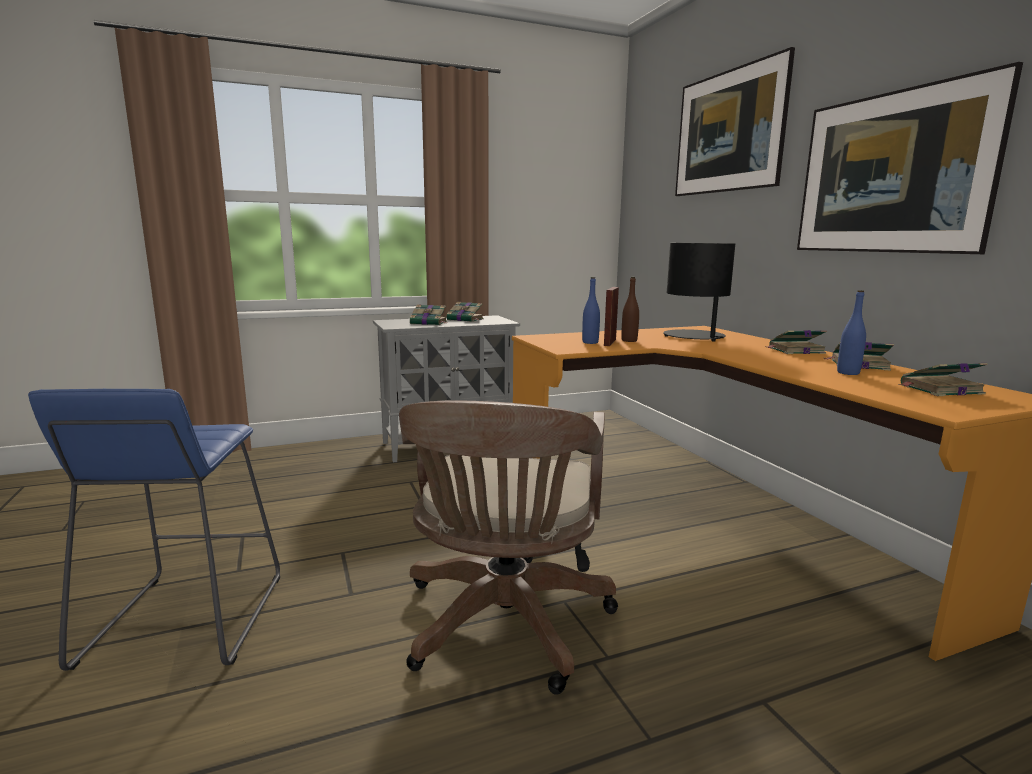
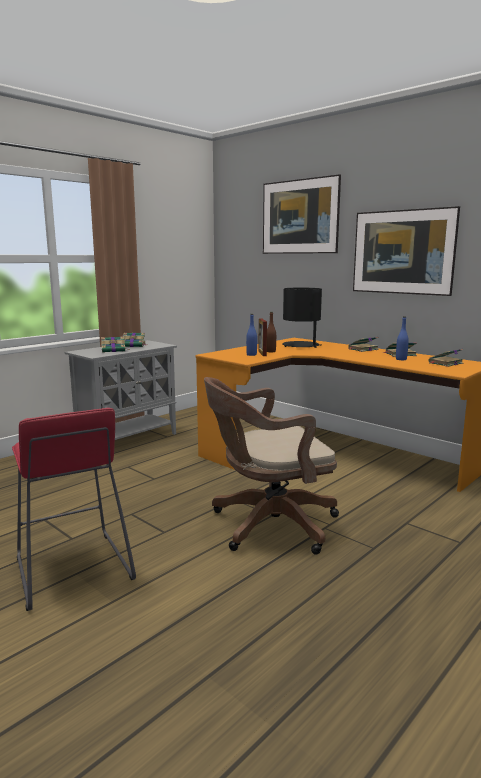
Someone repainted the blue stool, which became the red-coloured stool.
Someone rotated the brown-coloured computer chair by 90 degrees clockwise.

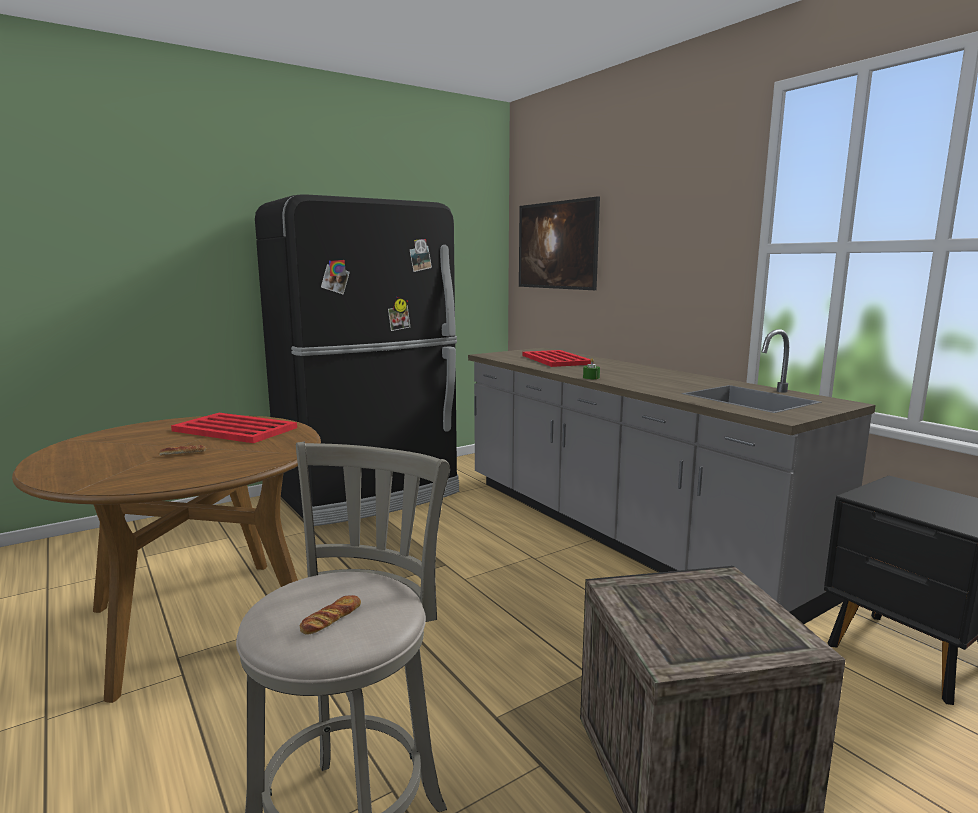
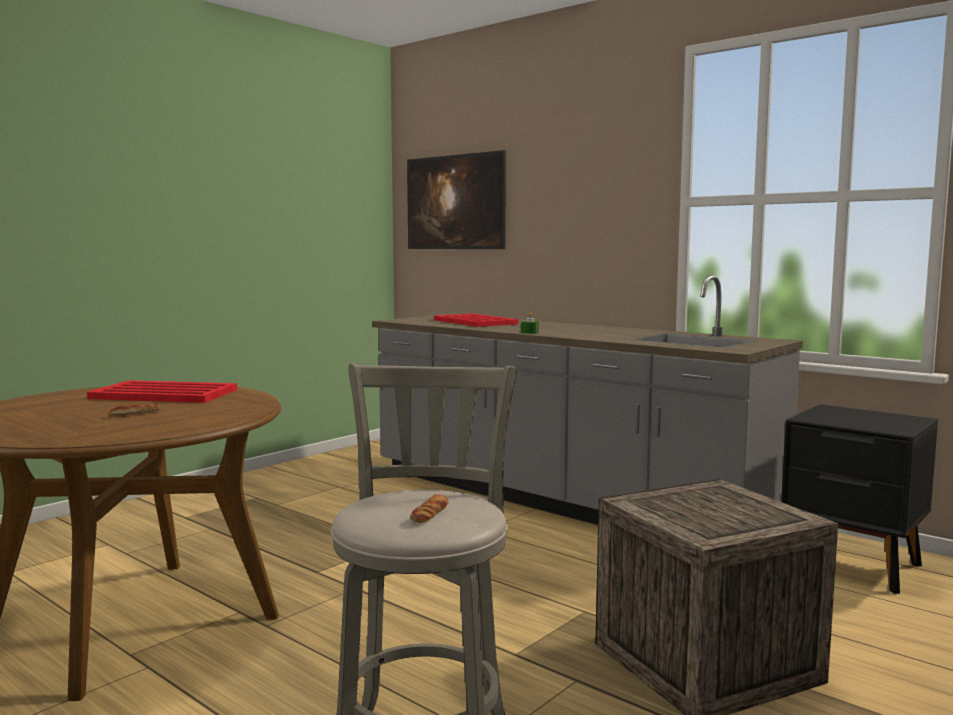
Someone took away the black refrigerator.

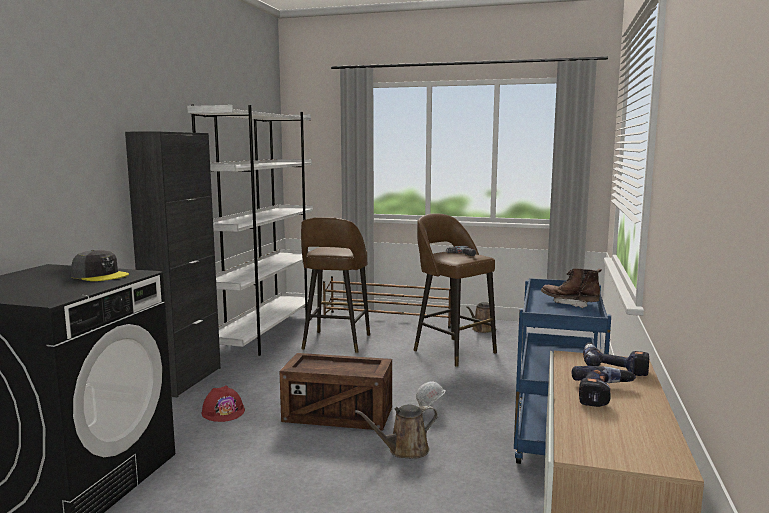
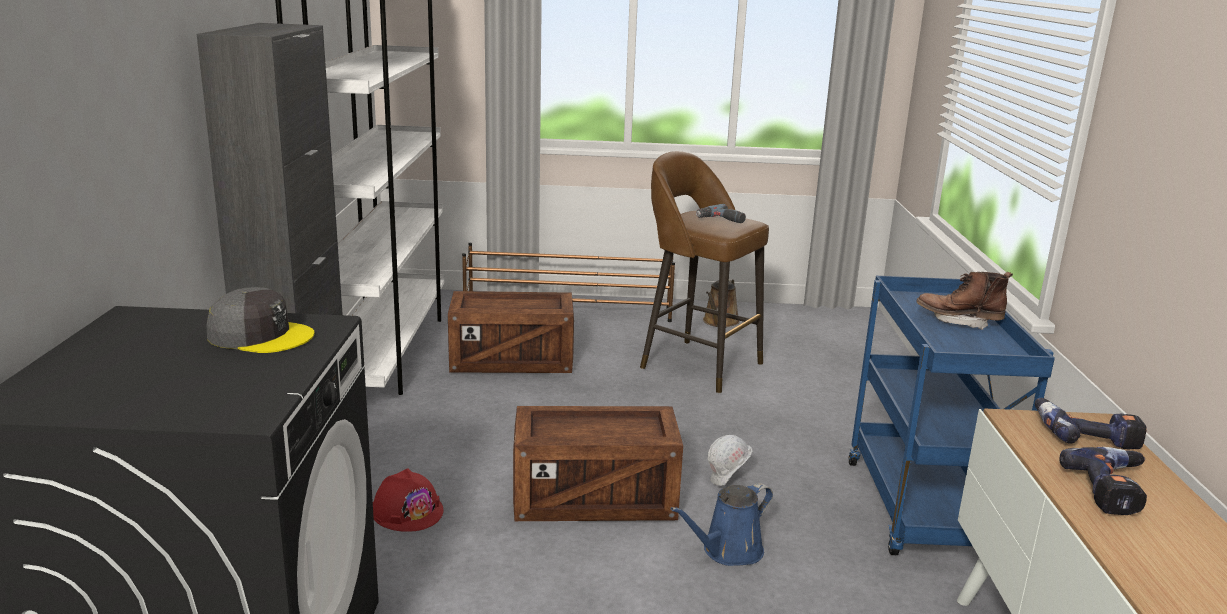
Someone swapped the brown-coloured stool (no. 1 from left) for the crate (no. 1 from left).
Someone repainted the brown-coloured sprinkling can (no. 1 from left), which became the blue sprinkling can.

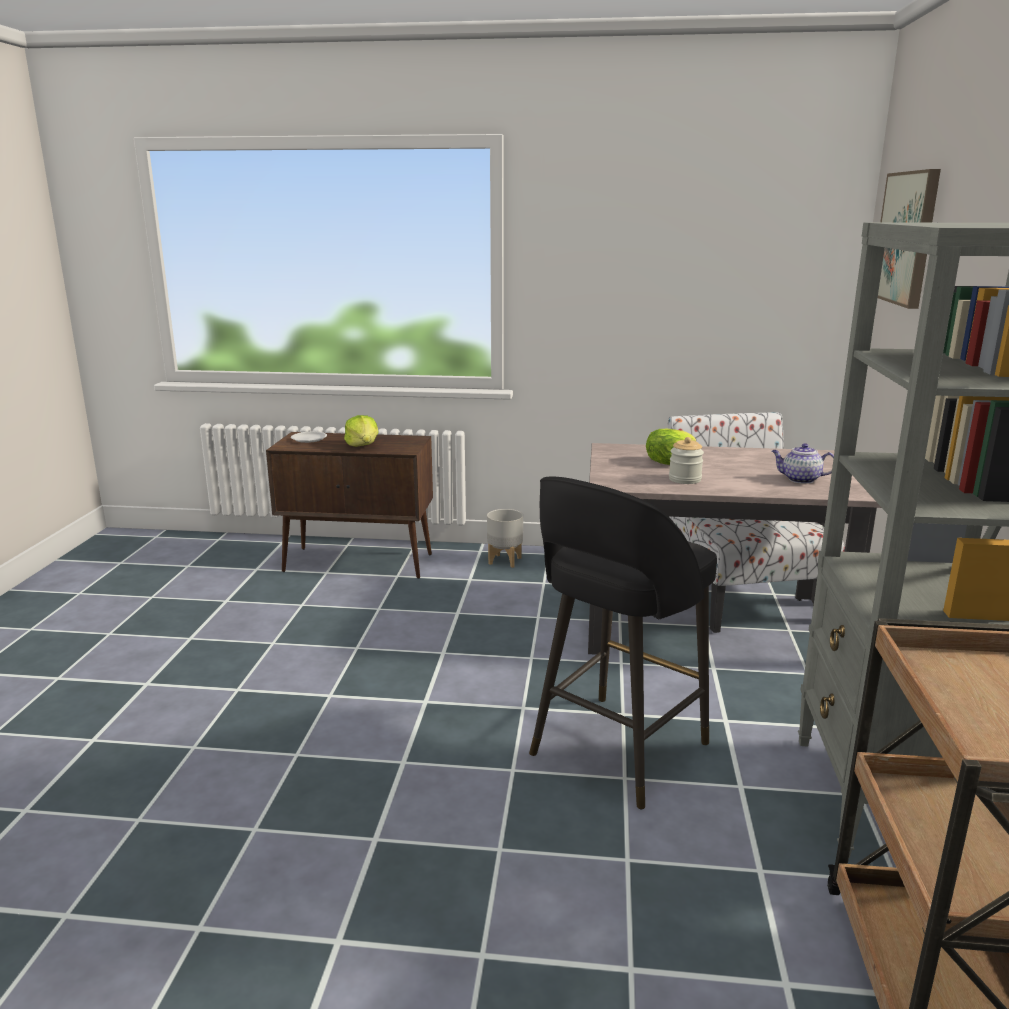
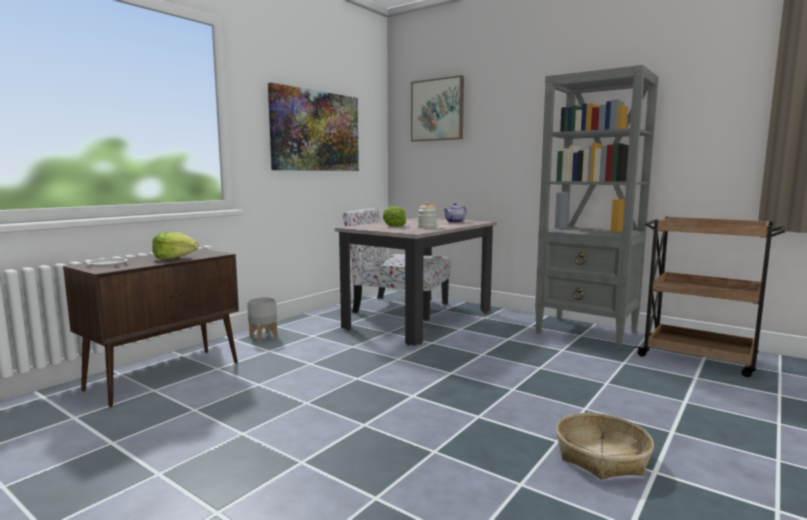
Someone took away the black stool.
Someone put up the picture (no. 1 from left).
Someone put down the basket.

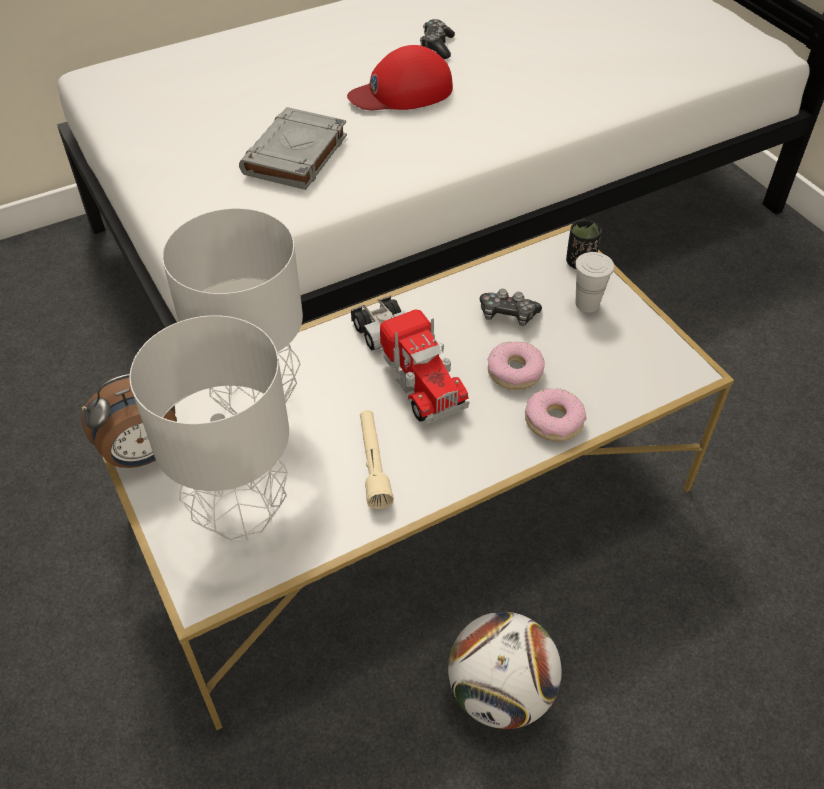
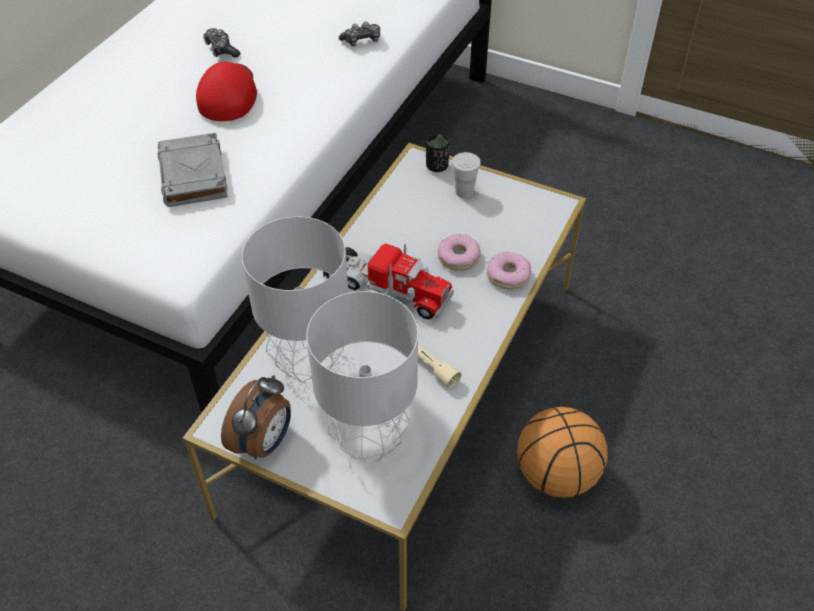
Someone rotated the red-coloured baseball cap by 150 degrees clockwise.
Someone swapped the football ball for the ball for basketball.
Someone carried the game controller (no. 2 from left).

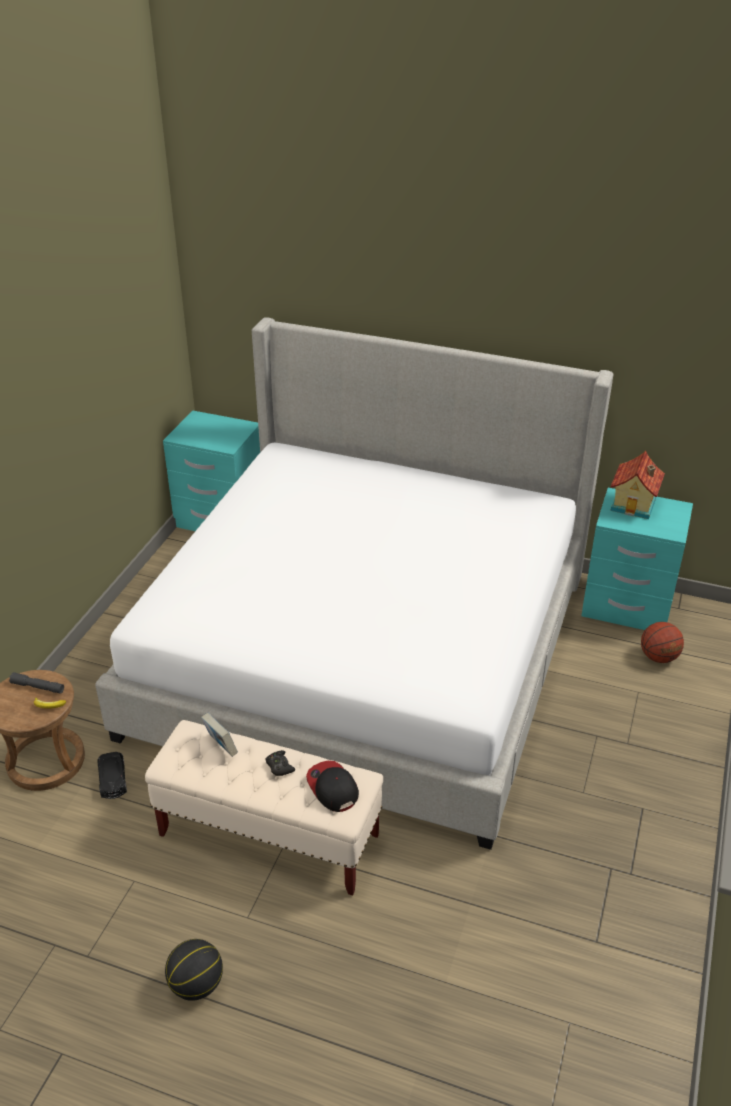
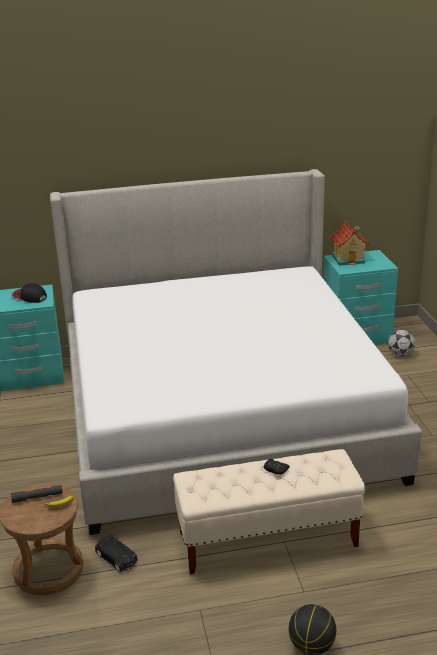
Someone took away the volume.
Someone carried the baseball cap.
Someone swapped the ball for basketball (no. 2 from left) for the football ball.

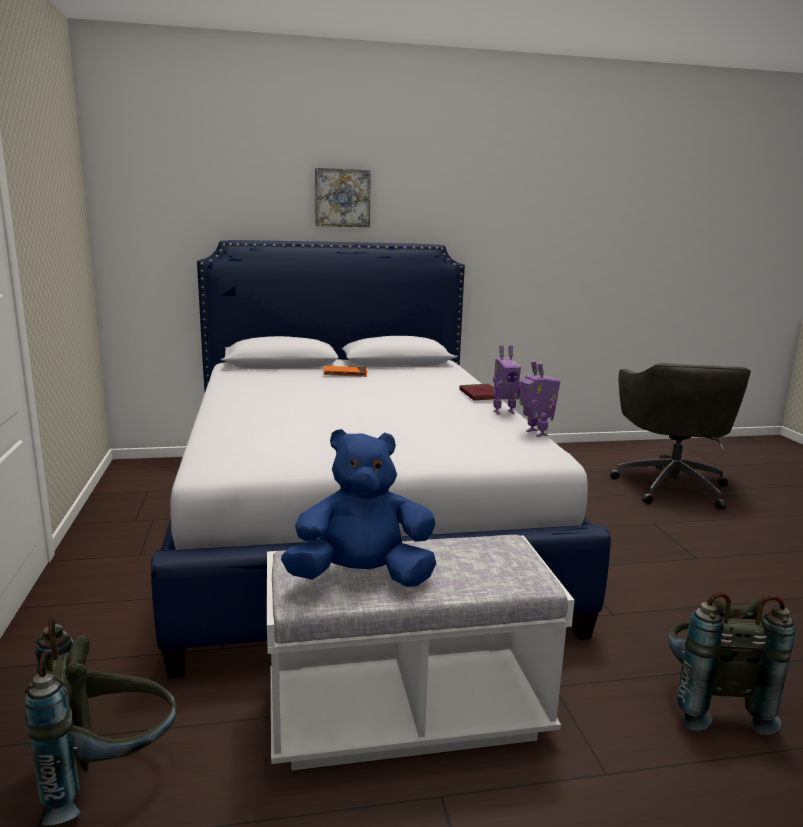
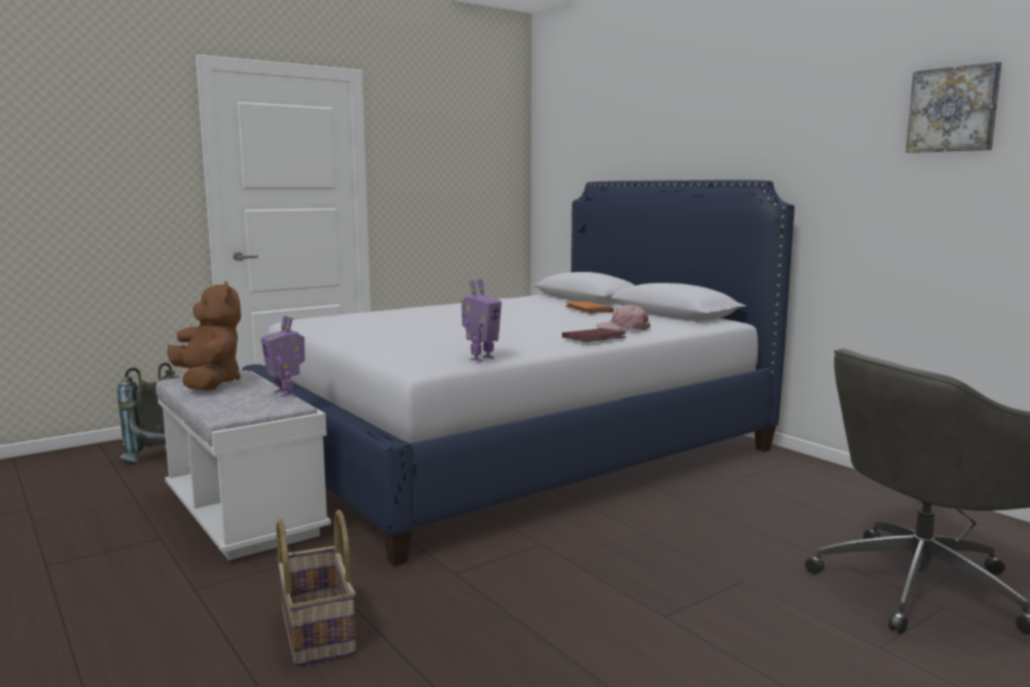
Someone repainted the blue plush toy, which became the brown-coloured plush toy.
Someone carried the picture.
Someone carried the model robot (no. 1 from left).
Someone swapped the grey knapsack (no. 2 from left) for the basket.
Someone put down the pink-coloured baseball cap.

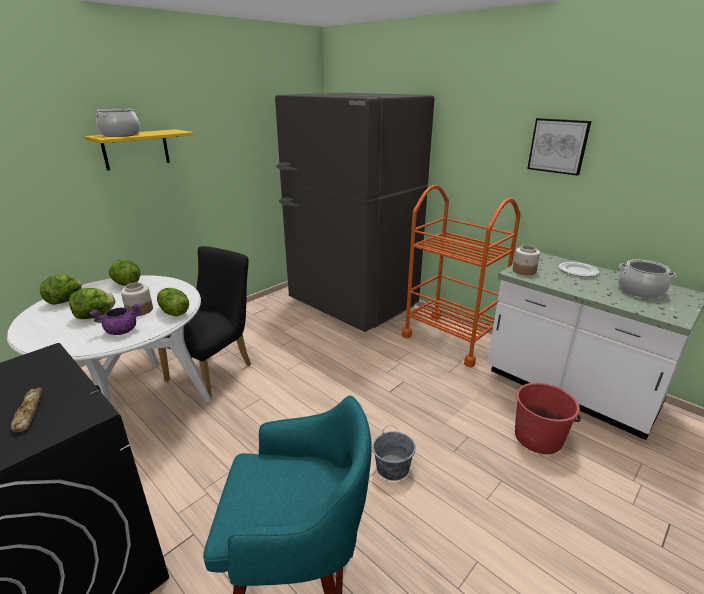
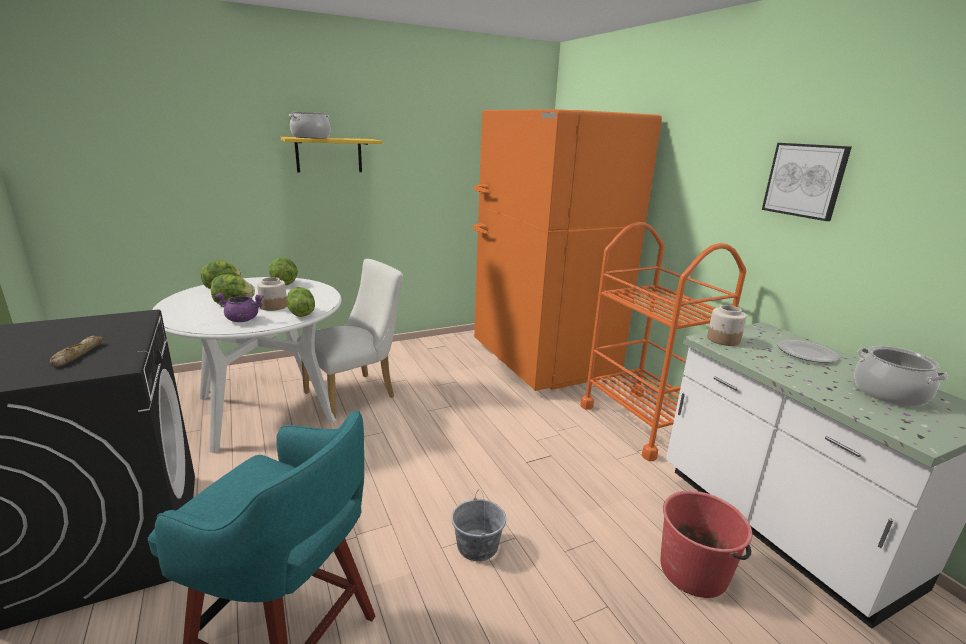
Someone repainted the black plain chair, which became the white plain chair.
Someone repainted the grey refrigerator, which became the orange-coloured refrigerator.

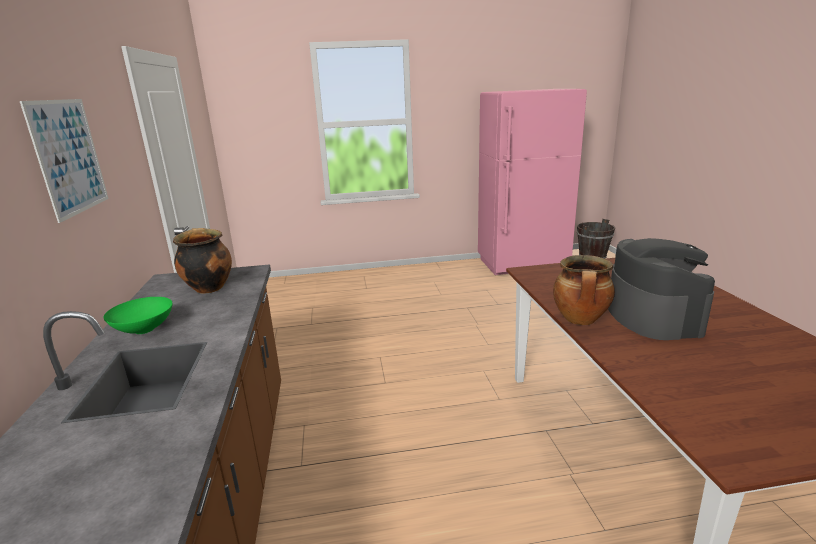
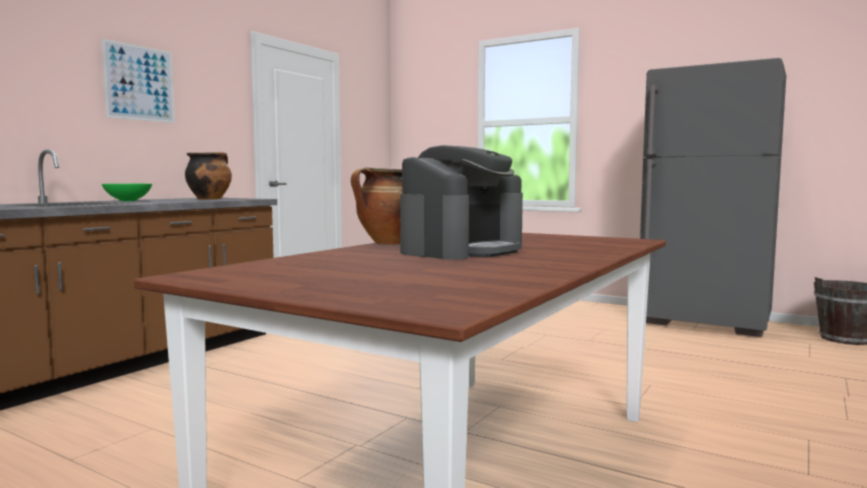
Someone repainted the pink-coloured refrigerator, which became the grey refrigerator.

